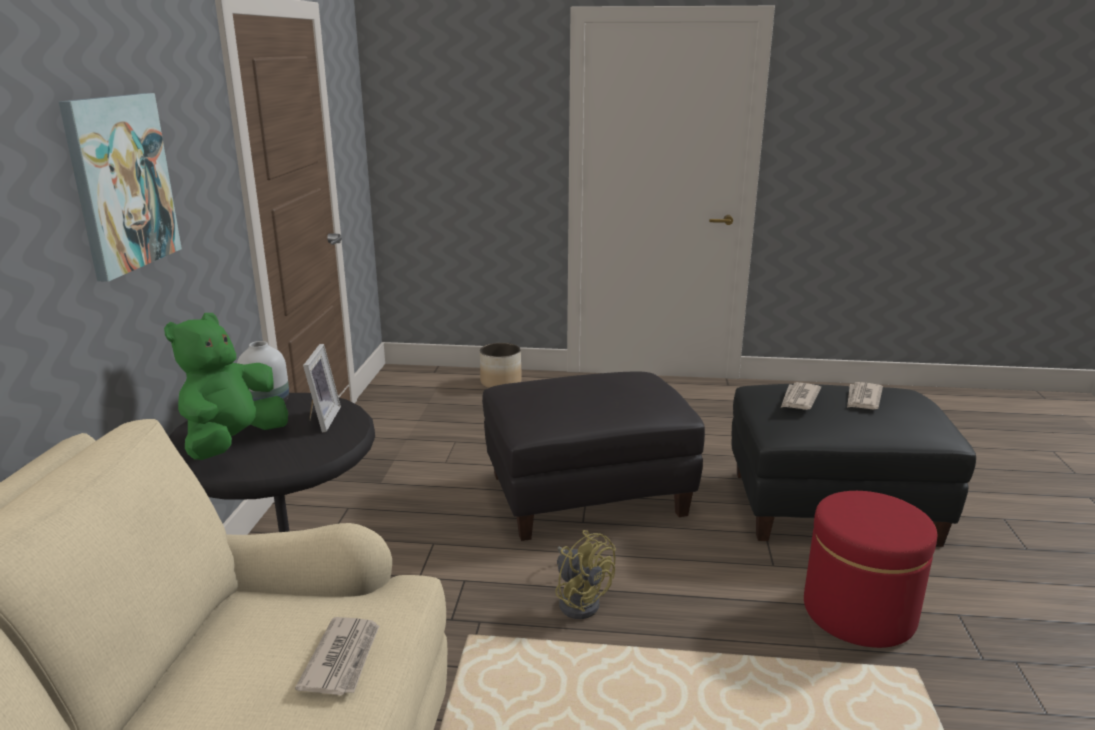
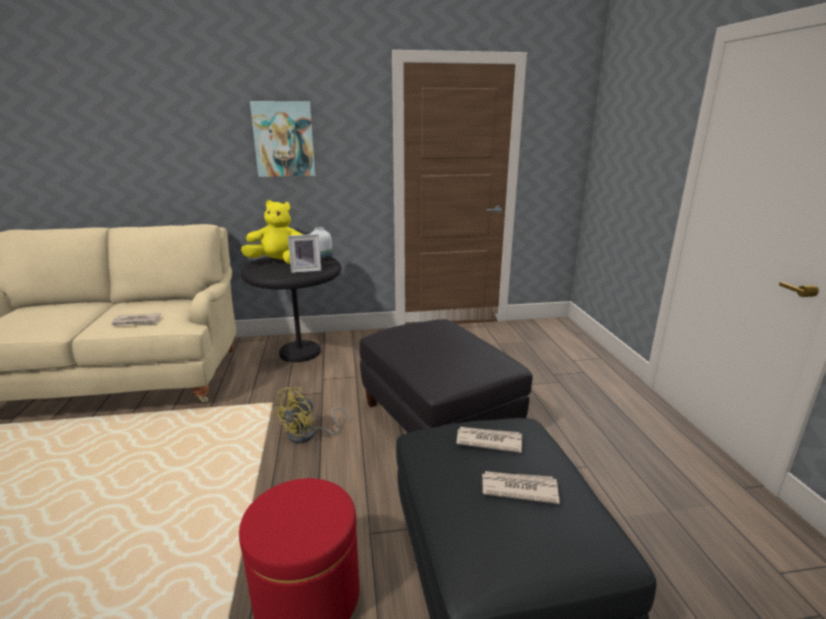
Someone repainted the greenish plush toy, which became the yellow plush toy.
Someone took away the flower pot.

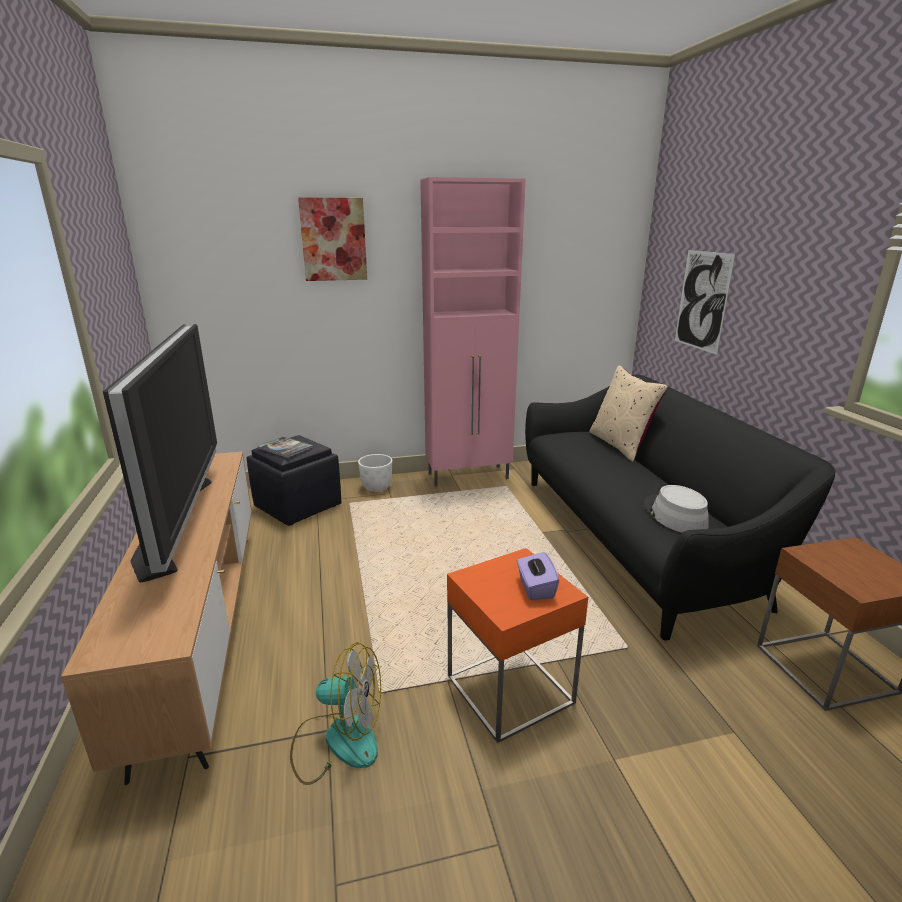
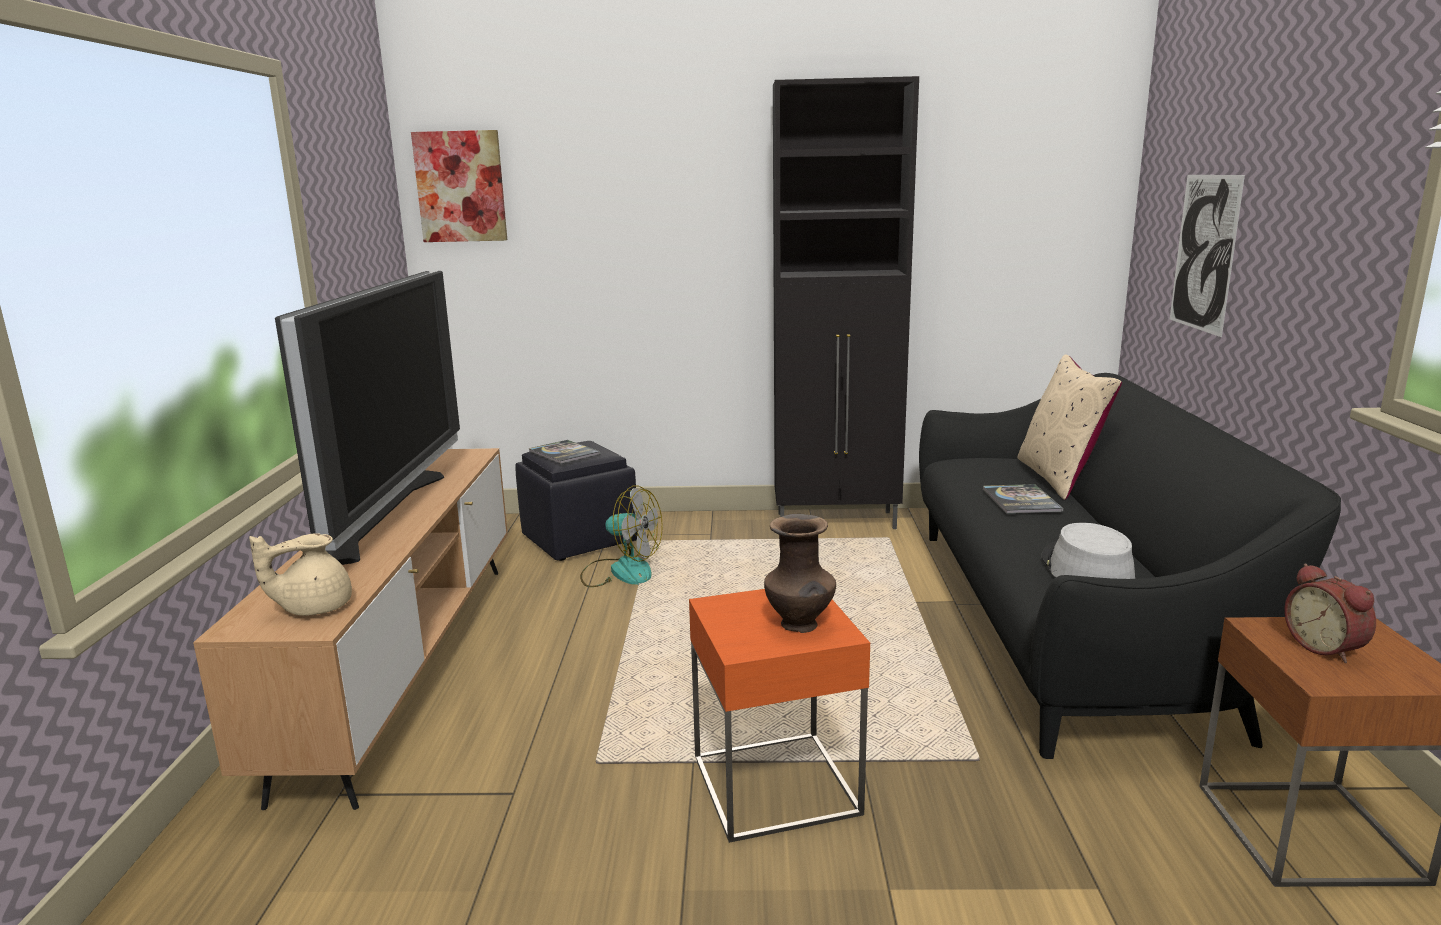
Someone carried the fan.
Someone carried the picture (no. 1 from left).
Someone took away the white flower pot.
Someone repainted the pink-coloured storage cabinet, which became the black storage cabinet.
Someone swapped the purple-coloured tissue box for the brown-coloured flower vase.
Someone put down the beige tea pot.
Someone put down the volume (no. 2 from left).
Someone put down the bedside clock.

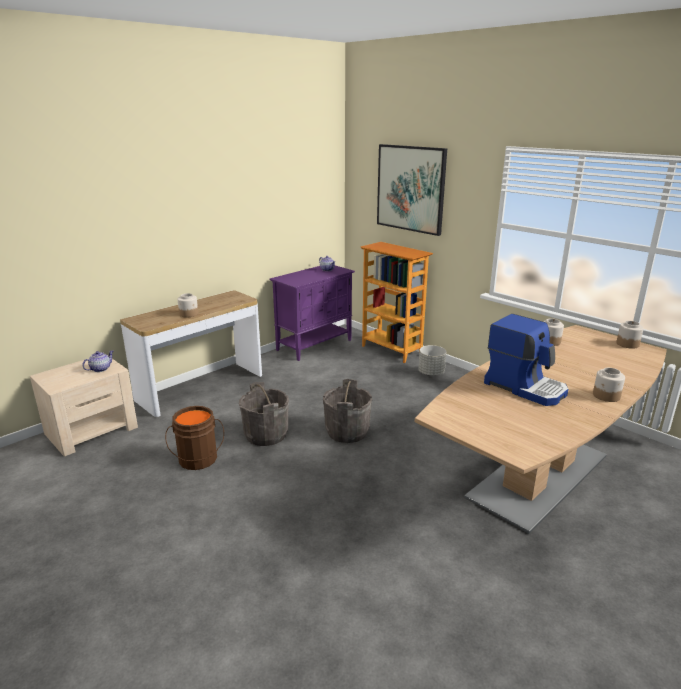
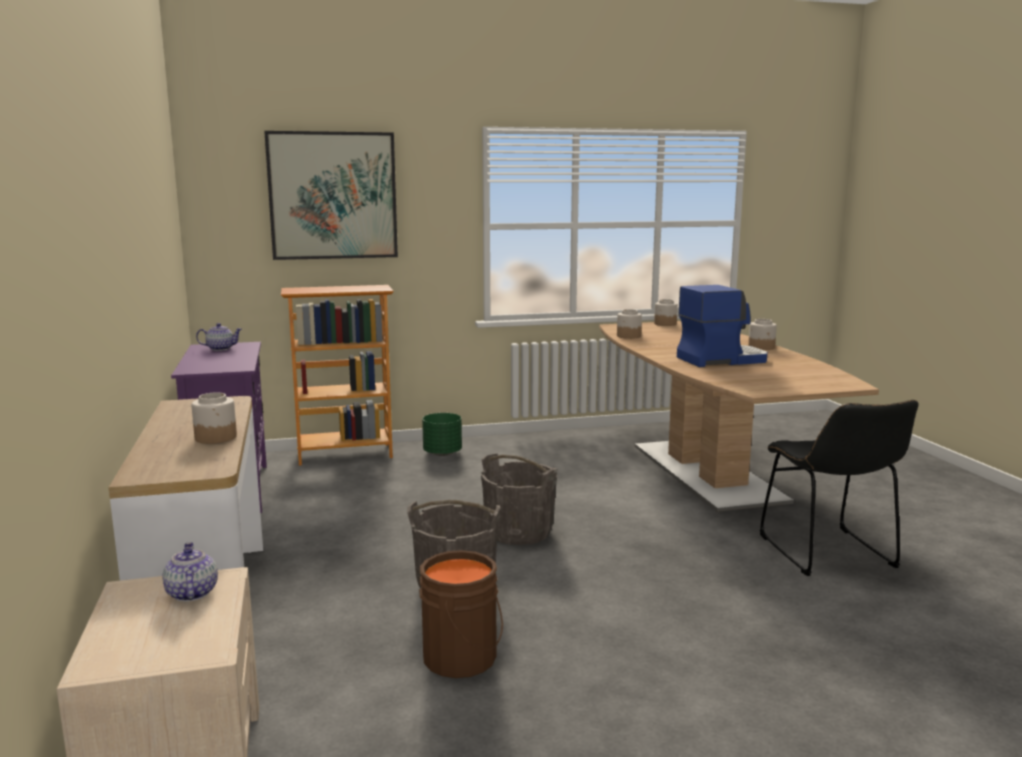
Someone repainted the grey flower pot, which became the greenish flower pot.
Someone put down the black plain chair.

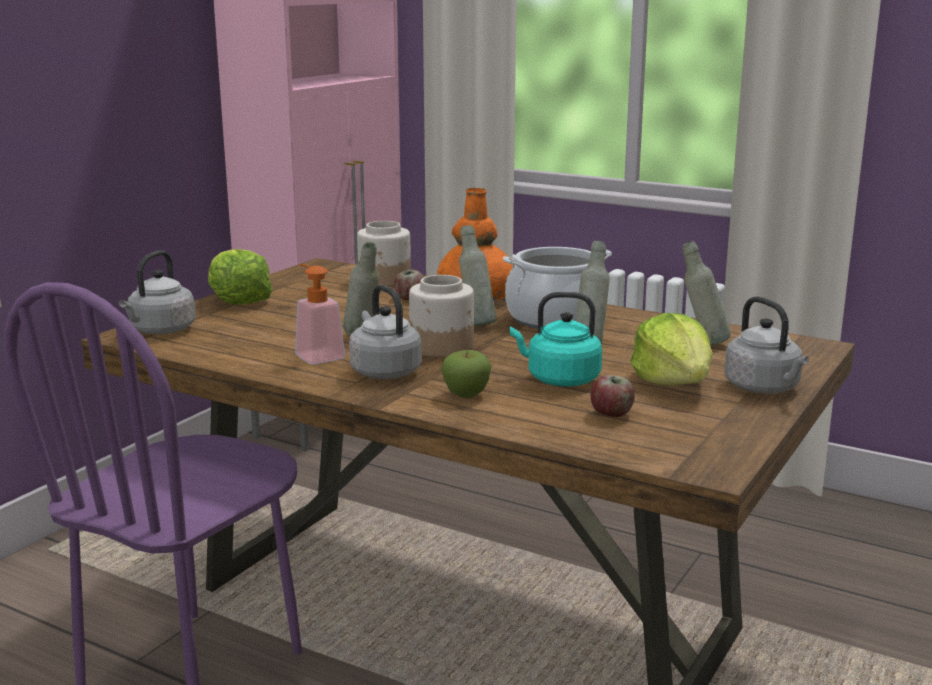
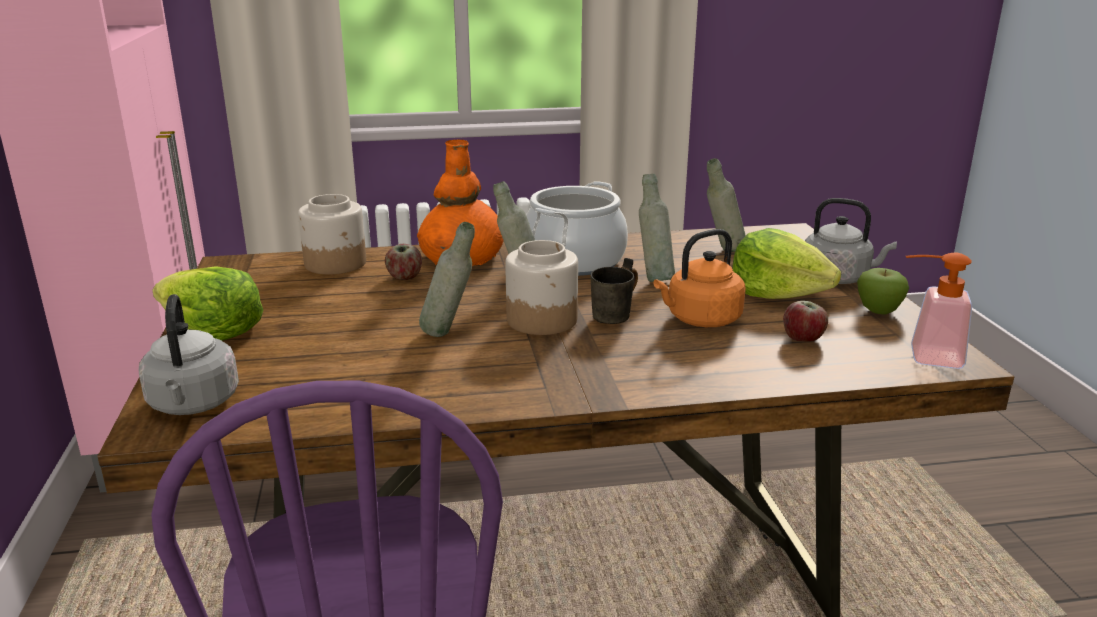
Someone carried the liquid soap bottle.
Someone took away the grey water kettle (no. 2 from left).
Someone carried the apple (no. 2 from left in the first image).
Someone repainted the blue-green water kettle, which became the orange-coloured water kettle.
Someone put down the grey mug.

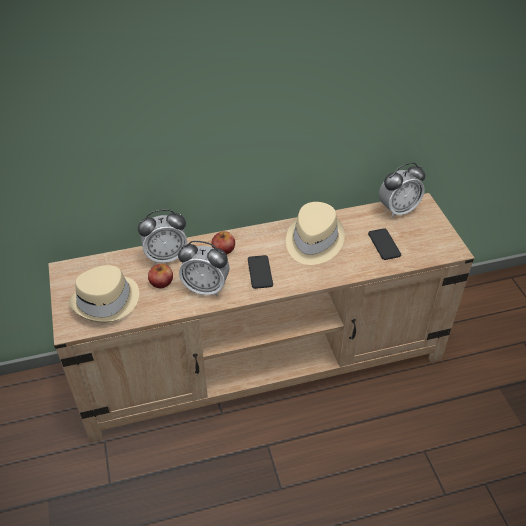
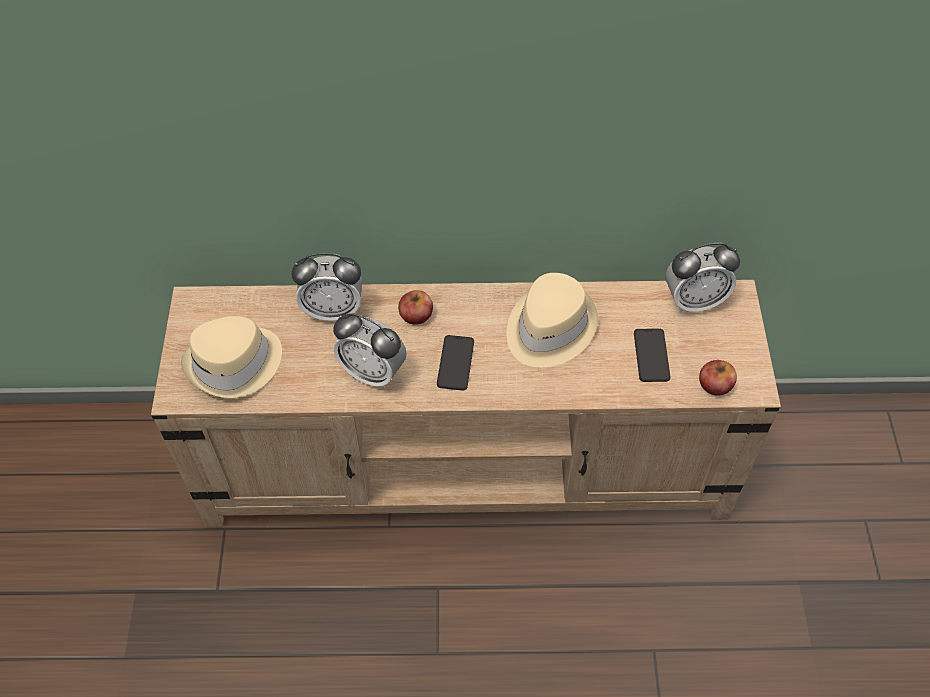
Someone carried the apple (no. 1 from left in the first image).

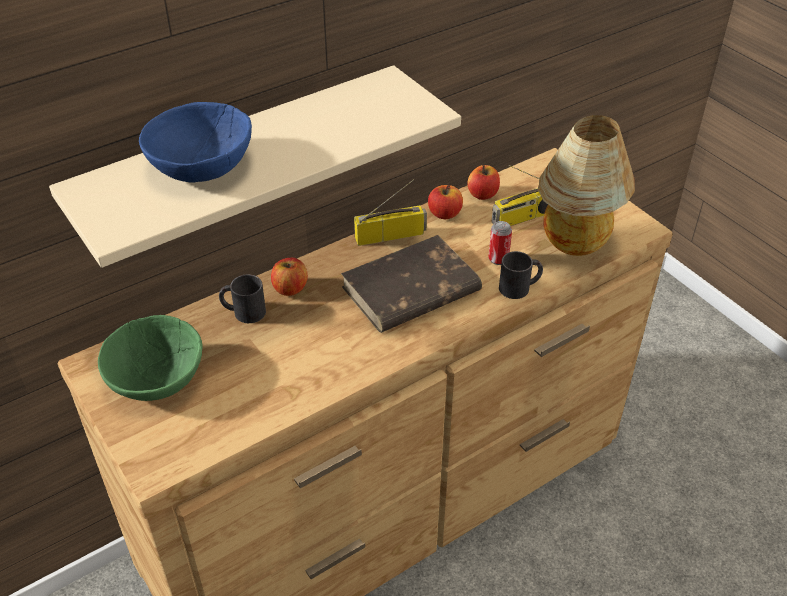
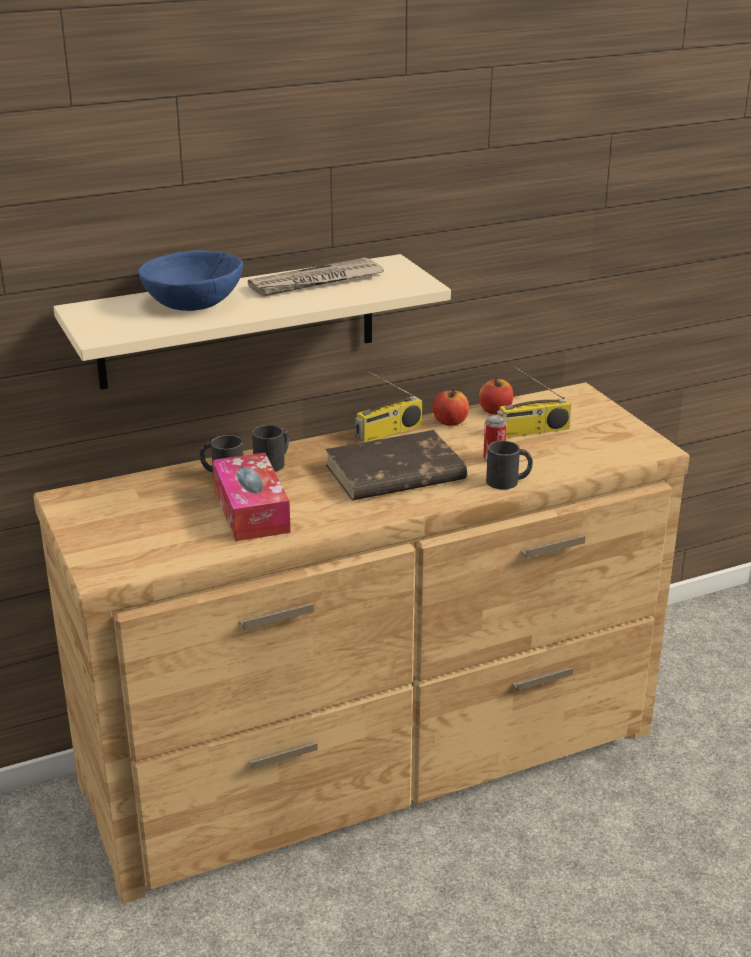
Someone took away the greenish deep dish.
Someone swapped the apple (no. 1 from left) for the black mug (no. 2 from left).
Someone rotated the radio receiver (no. 1 from left) by 150 degrees clockwise.
Someone took away the tabletop lamp.
Someone put down the tissue box.
Someone put down the newspaper.

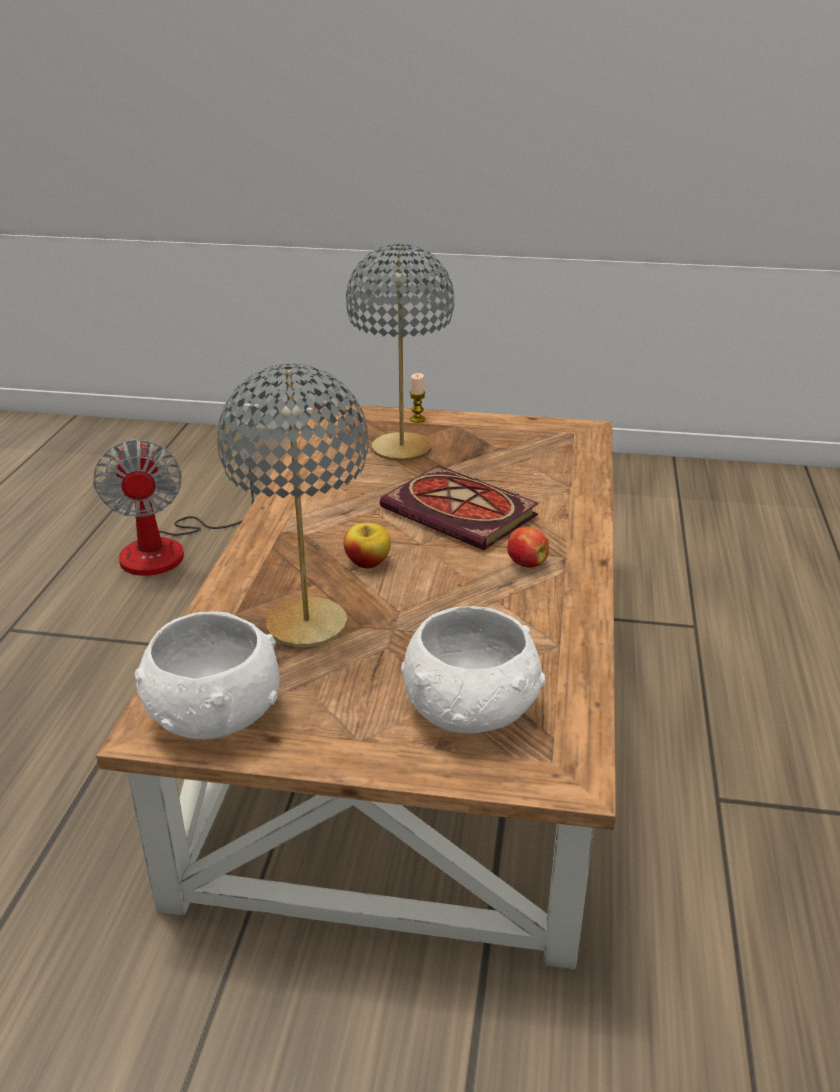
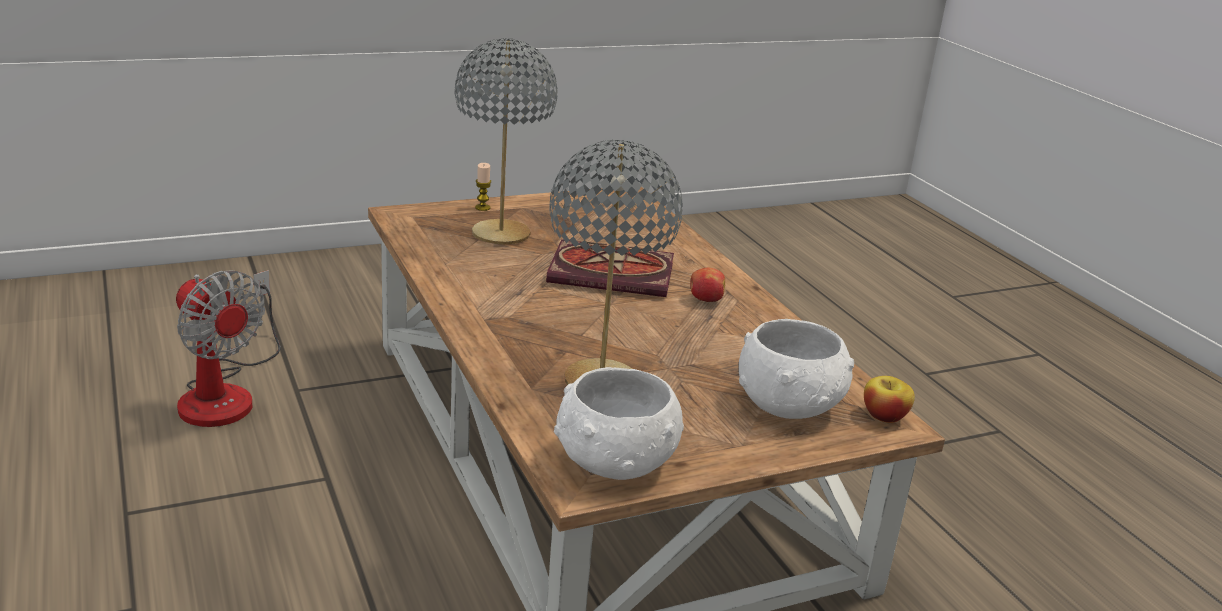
Someone carried the apple (no. 1 from left in the first image).

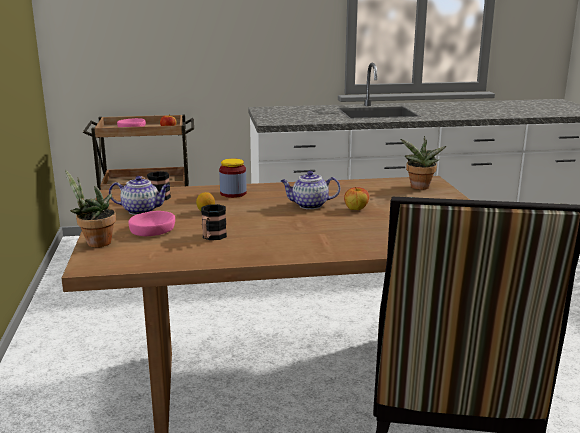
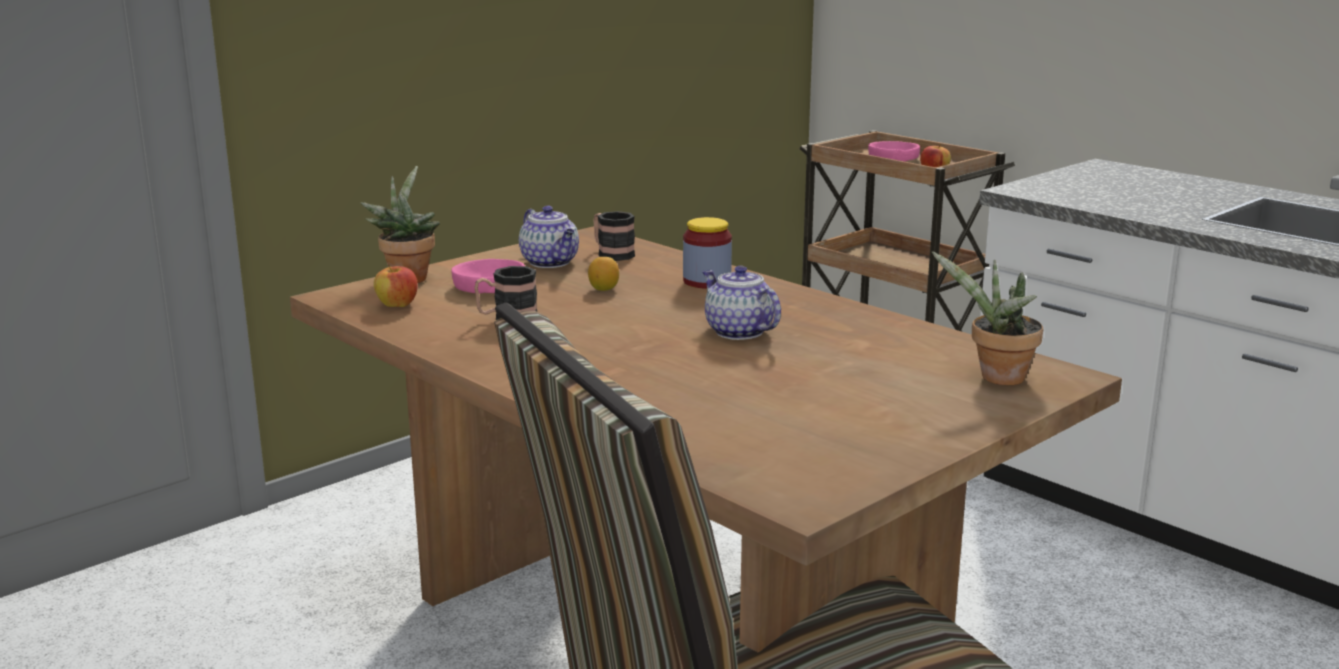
Someone carried the apple (no. 2 from left in the first image).

